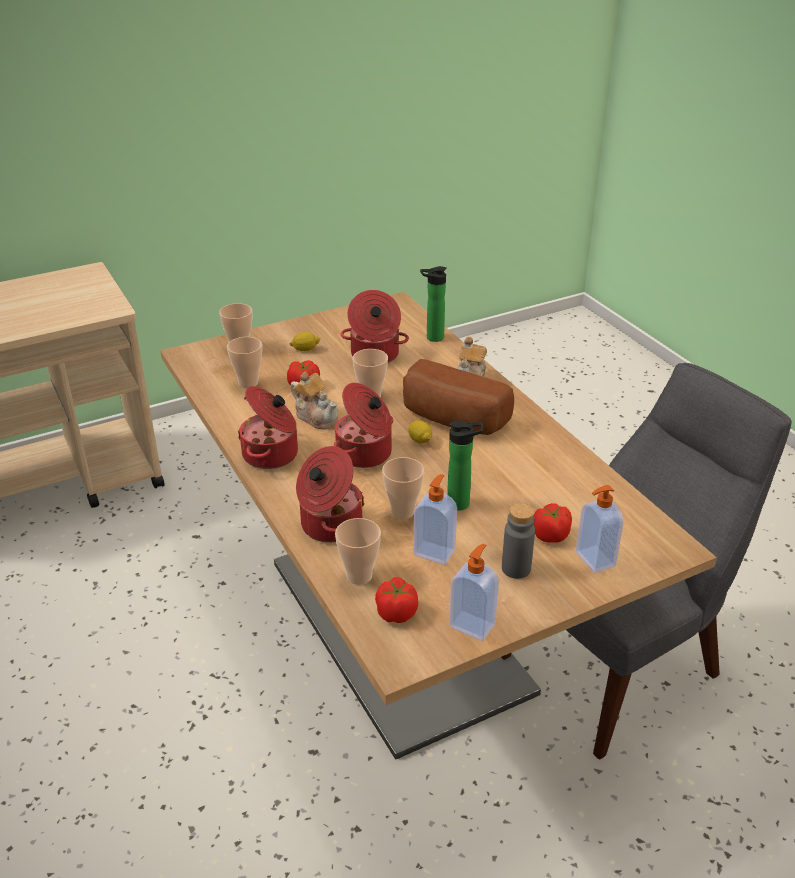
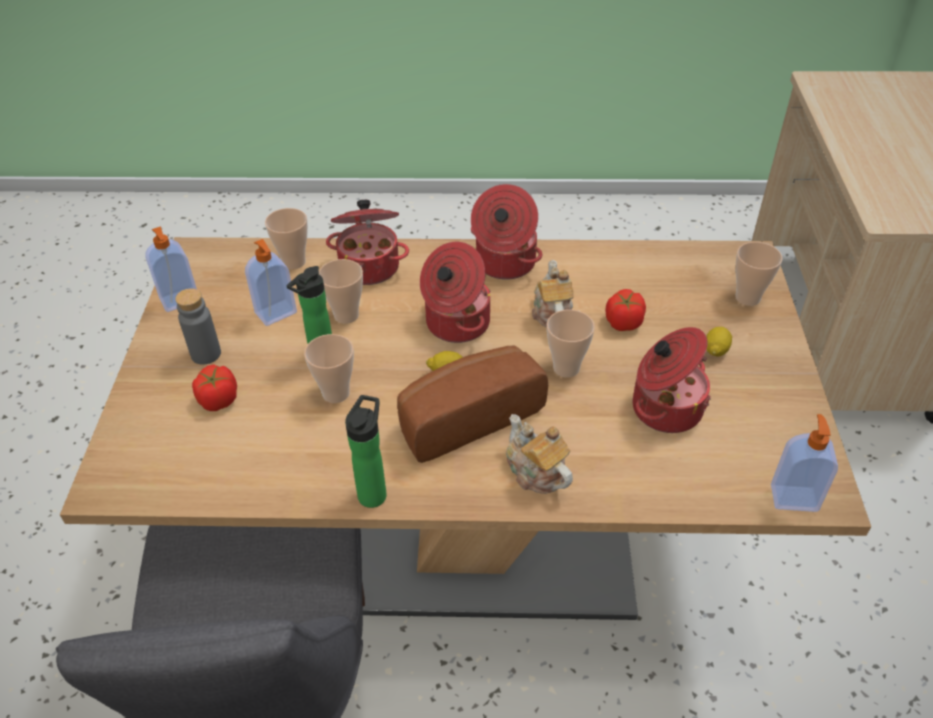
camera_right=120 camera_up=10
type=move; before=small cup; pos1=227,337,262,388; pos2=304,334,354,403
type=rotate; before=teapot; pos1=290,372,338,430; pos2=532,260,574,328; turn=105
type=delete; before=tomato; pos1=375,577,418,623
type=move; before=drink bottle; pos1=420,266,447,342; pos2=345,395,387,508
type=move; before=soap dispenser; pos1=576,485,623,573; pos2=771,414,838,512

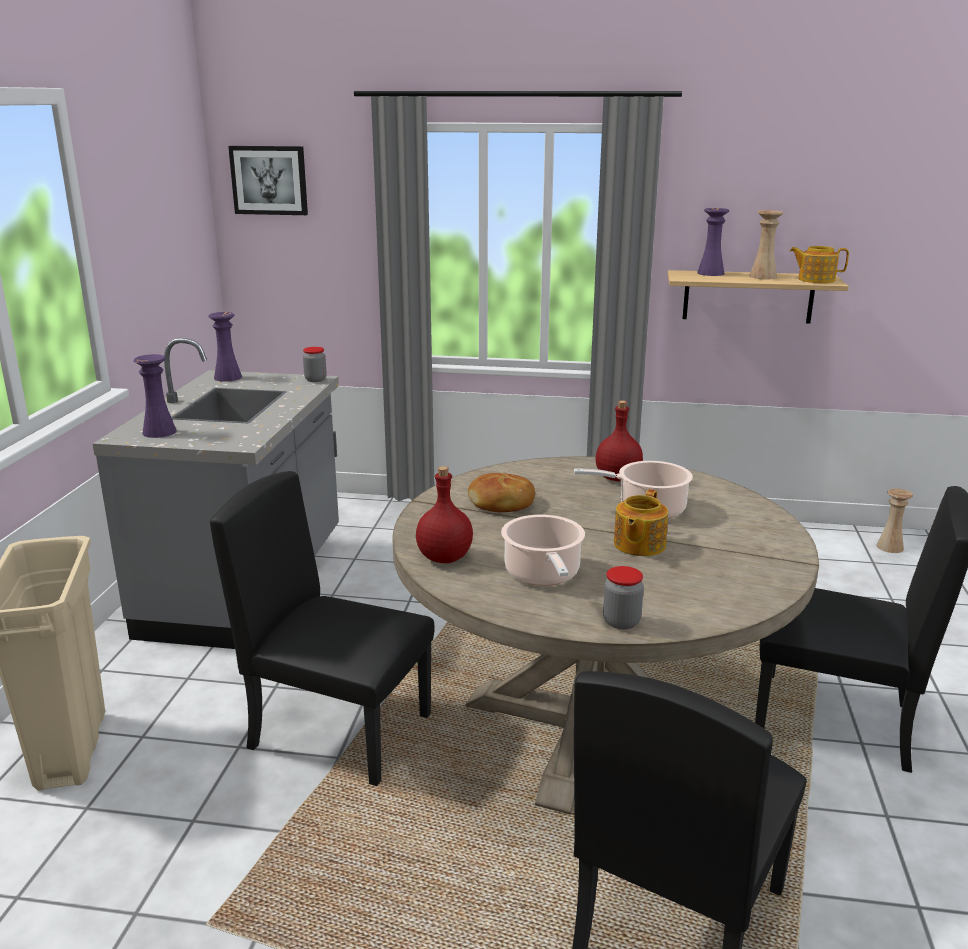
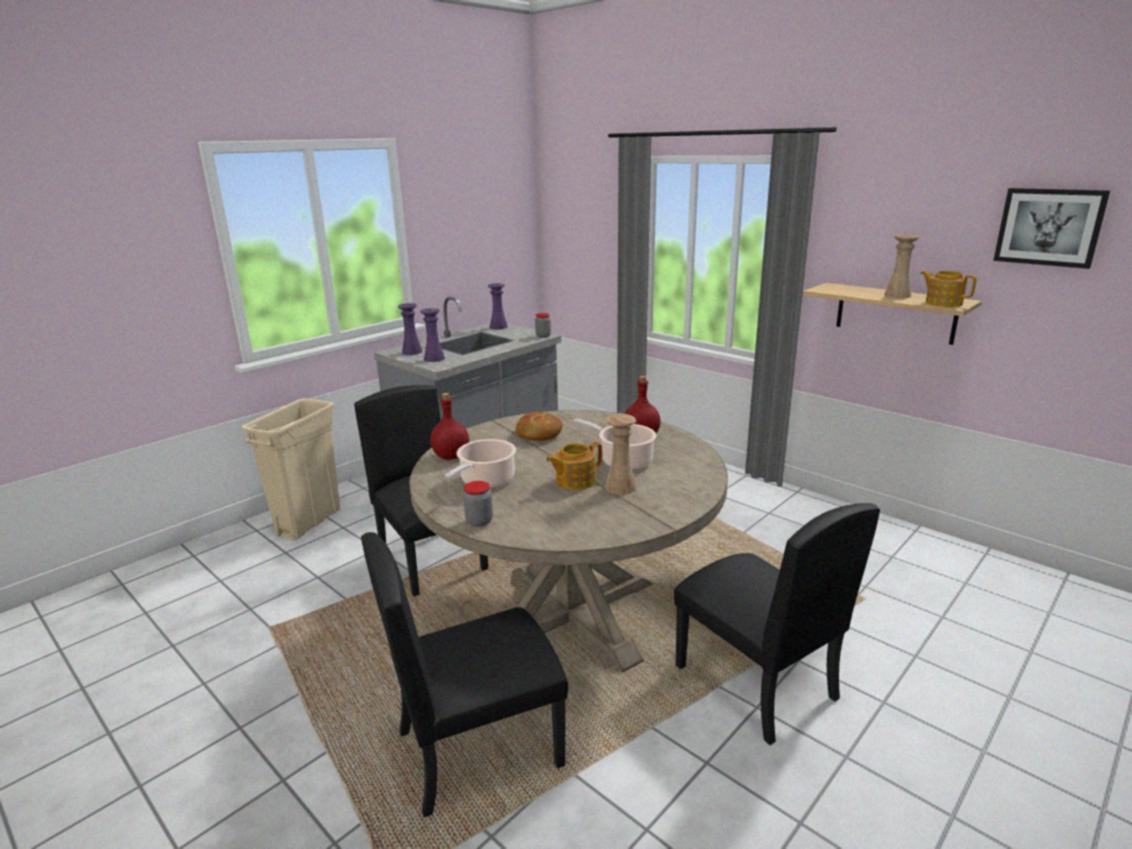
camera_right=35 camera_up=0
type=move; before=wall art; pos1=228,146,308,215; pos2=993,188,1110,269
type=move; before=purplish flower vase; pos1=697,208,729,276; pos2=420,308,445,362
type=move; before=sand-coloured flower vase; pos1=876,488,913,553; pos2=605,414,636,495

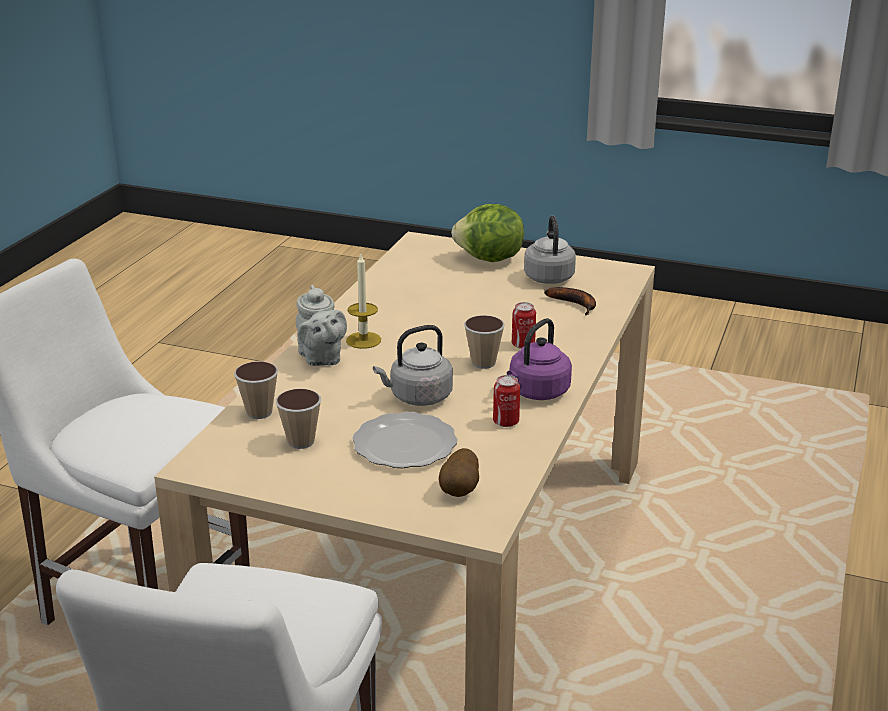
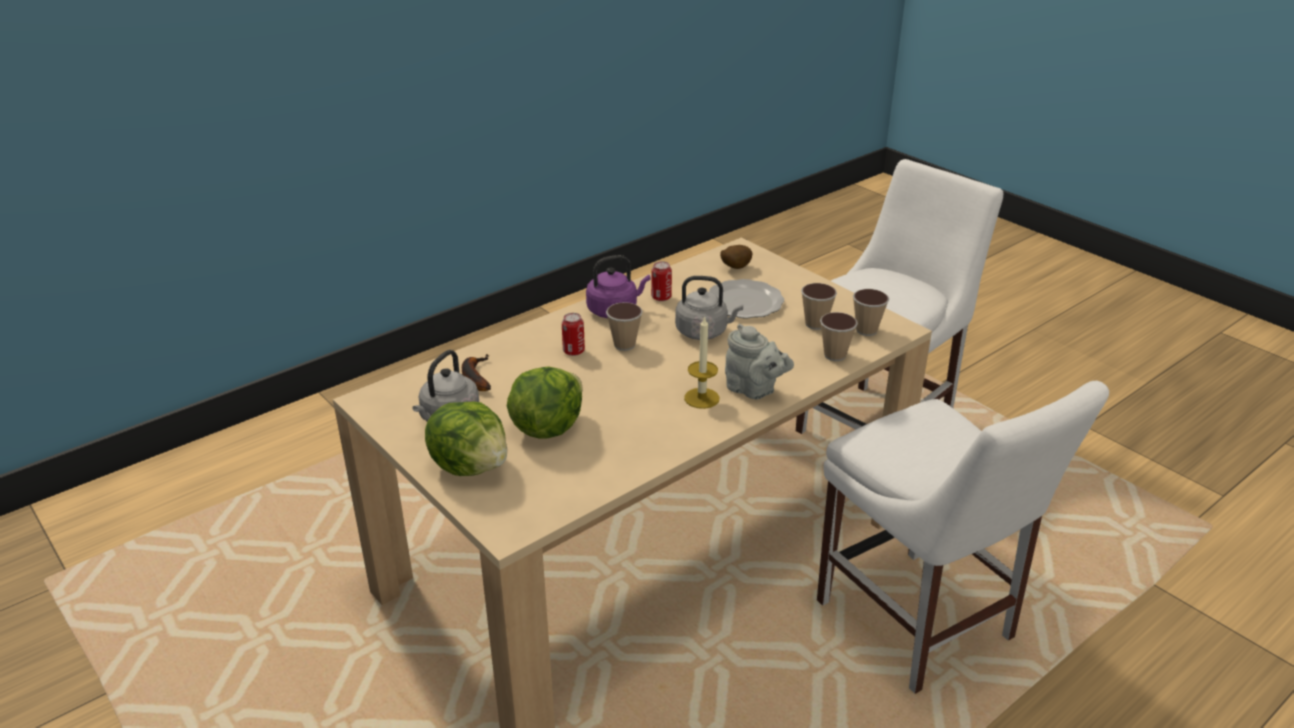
camera_right=-150 camera_up=5
type=rotate; before=grey teapot; pos1=296,285,347,366; pos2=725,324,794,399; turn=120
type=insert; after=lettuce; pos2=507,366,583,438
type=insert; after=small cup; pos2=853,289,889,336

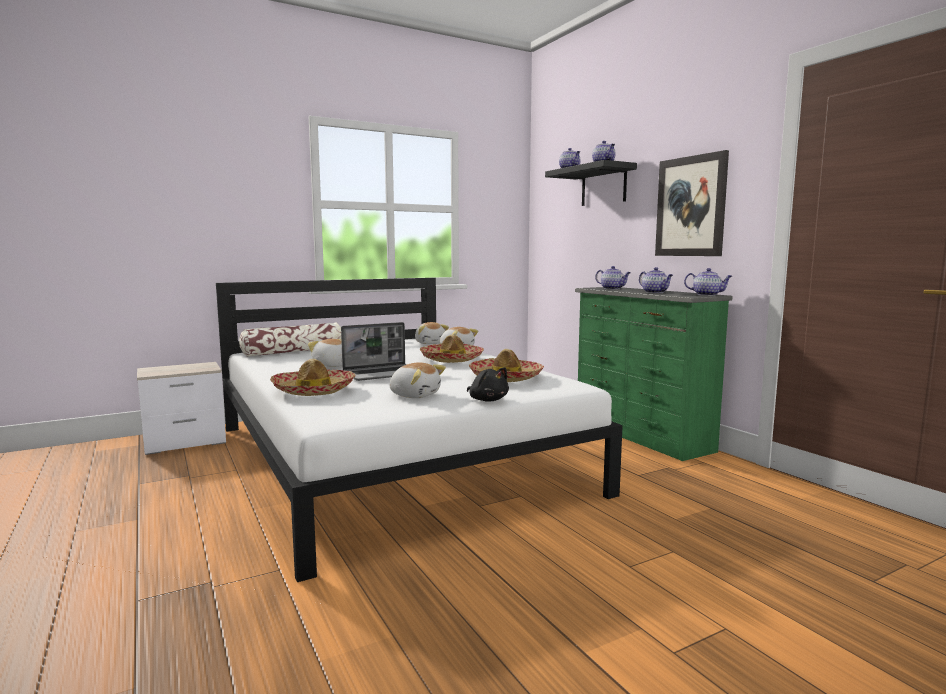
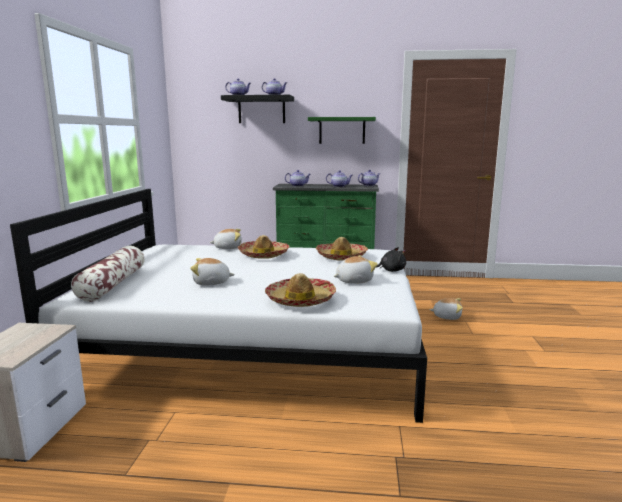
camera_right=-55 camera_up=5
type=delete; before=notebook computer; pos1=341,322,407,381
type=move; before=soft toy; pos1=415,322,449,344; pos2=429,298,463,320
type=replace; before=wall art; after=greenish bracket shelf; pos1=655,150,729,256; pos2=308,117,376,144

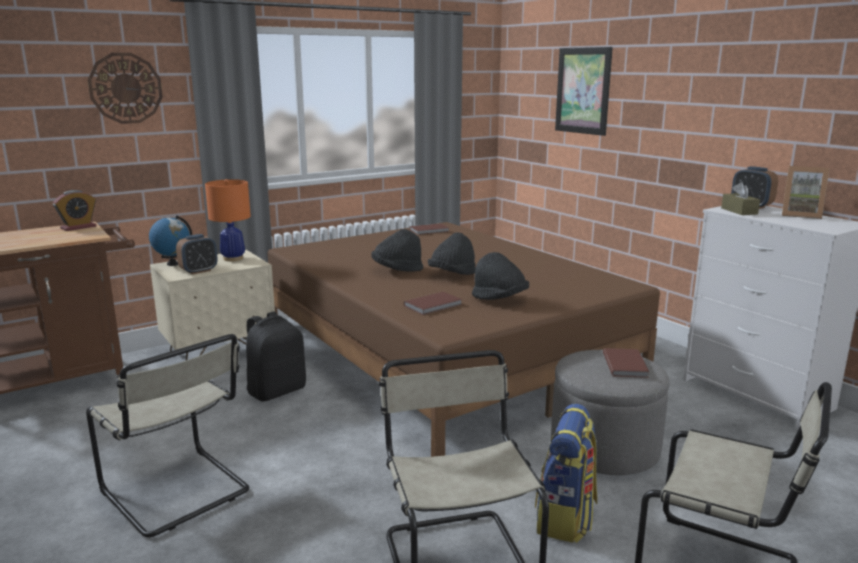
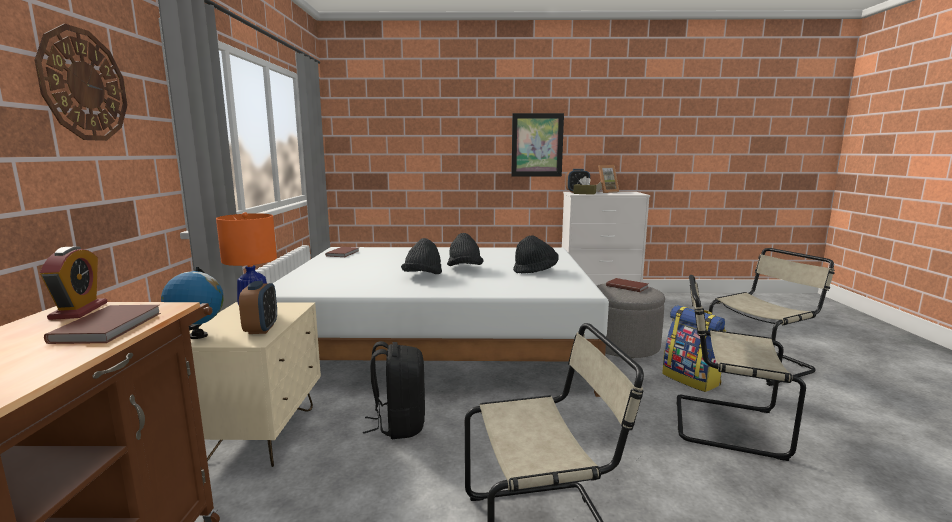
camera_right=-55 camera_up=-5
type=recolor; before=brown-coloured bed; after=whitish bed; pos1=268,222,660,457; pos2=272,247,609,397
type=move; before=brown-coloured volume; pos1=404,292,462,315; pos2=44,305,161,344
type=move; before=wall art; pos1=555,47,613,136; pos2=511,113,564,176

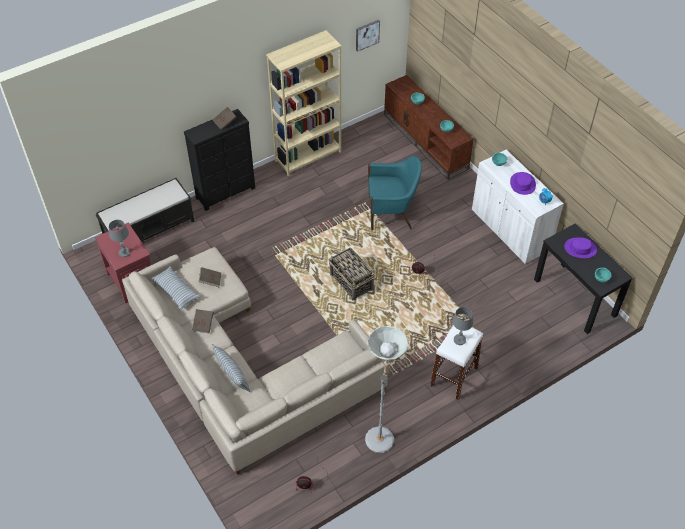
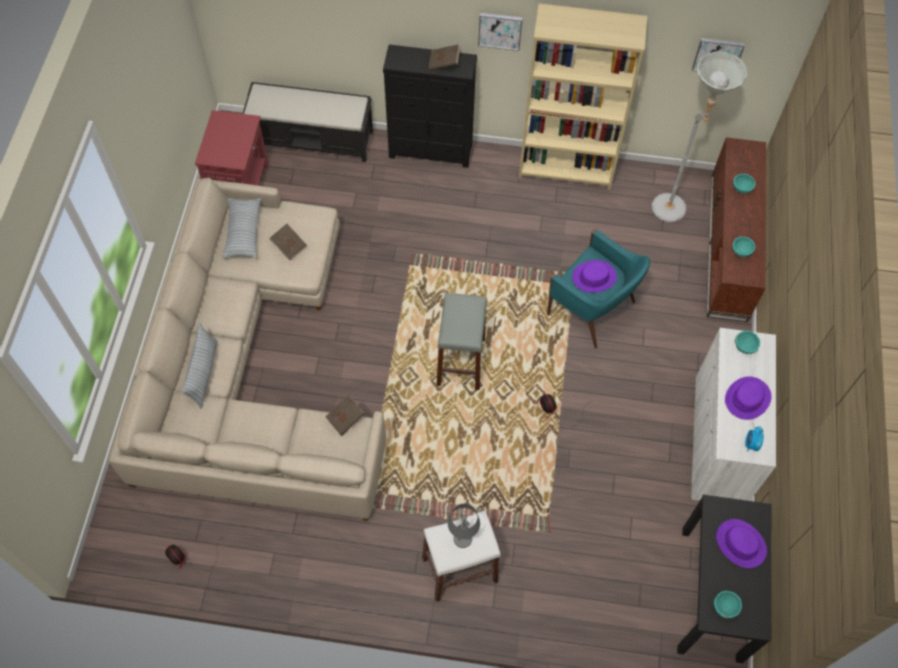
camera_right=40 camera_up=10
type=delete; before=grey table lamp; pos1=109,220,130,257
type=move; before=brown-coloured volume; pos1=192,309,214,333; pos2=326,395,365,436
type=replace; before=storage basket; after=grey sitting stool; pos1=329,248,375,301; pos2=436,293,487,390
type=move; before=grey standing lamp; pos1=365,326,408,453; pos2=651,51,747,222
type=insert; after=wall art; pos2=478,13,522,51
type=insert; after=purplish wearable hat; pos2=572,260,617,293

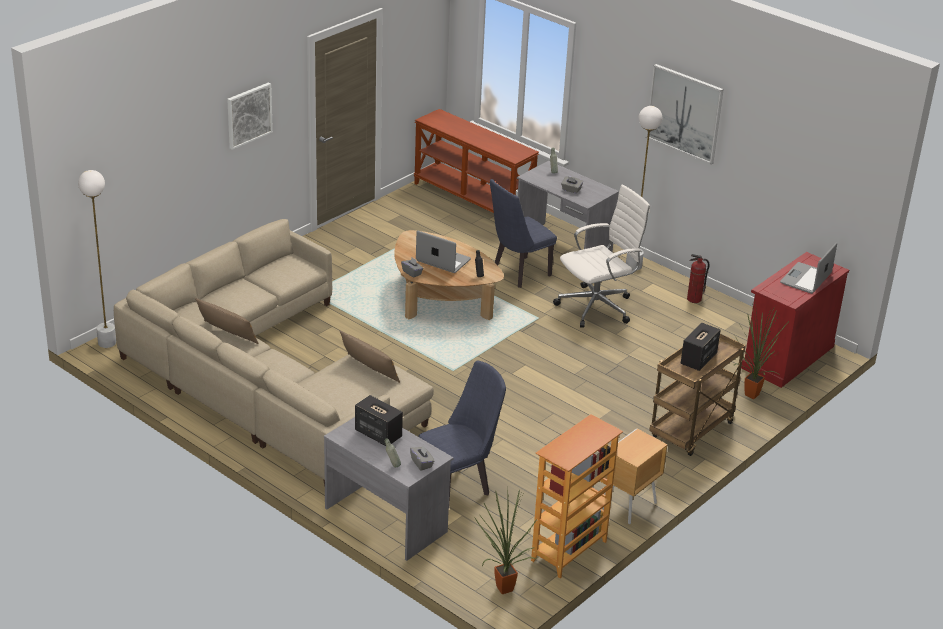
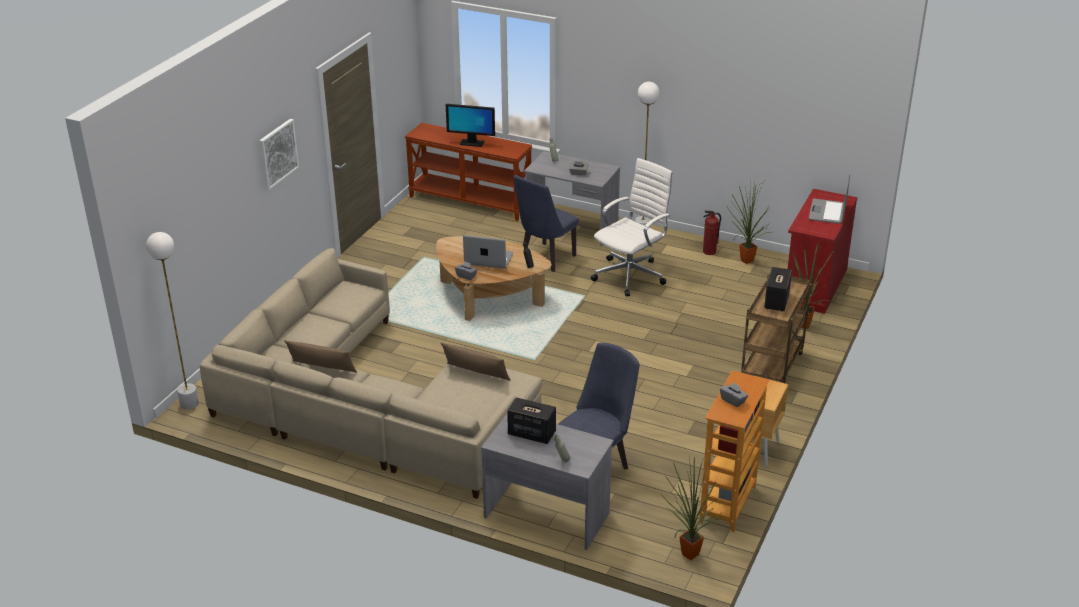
camera_right=-15 camera_up=0
type=move; before=grey tissue holder; pos1=410,446,435,471; pos2=720,382,748,407
type=delete; before=wall art; pos1=645,64,724,164
type=insert; after=computer display; pos2=446,104,495,147
type=insert; after=potted plant; pos2=727,182,772,264

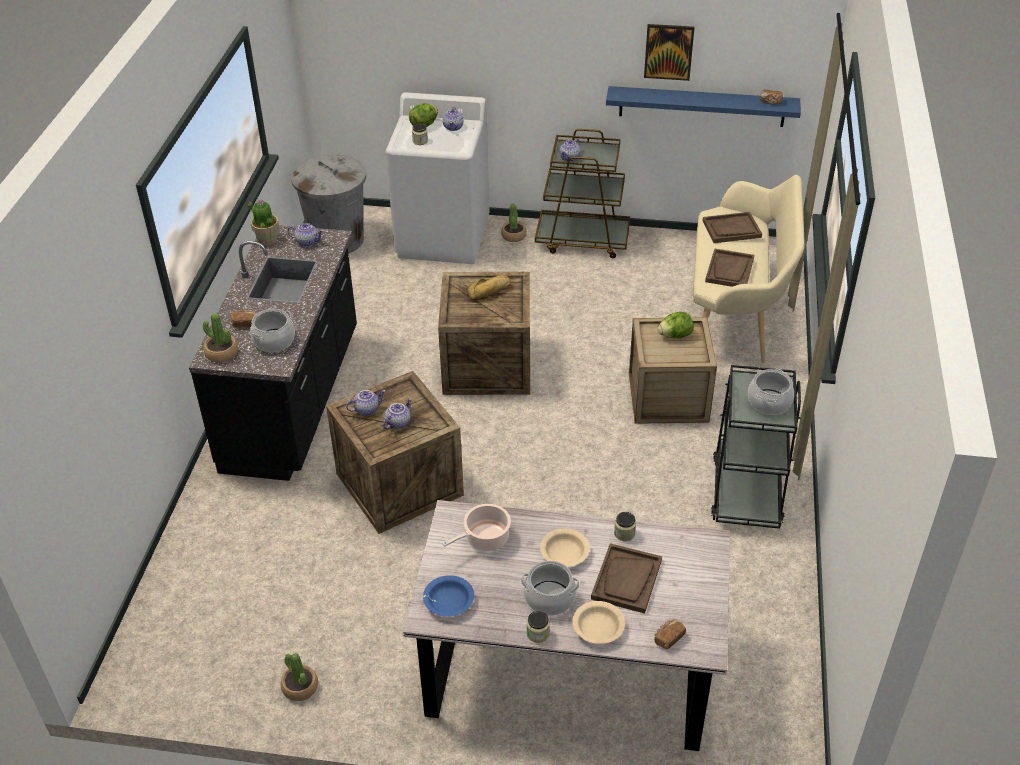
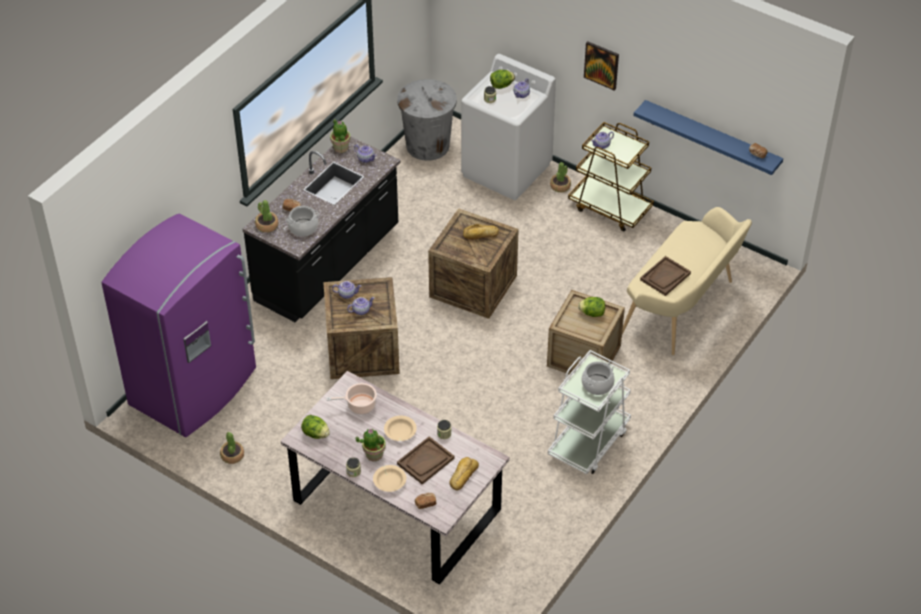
camera_right=25 camera_up=5
type=replace; before=bluish deep dish; after=lettuce; pos1=423,575,474,617; pos2=301,415,330,439
type=replace; before=stockpot; after=potted plant; pos1=521,561,580,616; pos2=355,428,386,461
type=move; before=wall art; pos1=644,24,695,81; pos2=584,41,619,91
type=delete; before=brown-coloured tray; pos1=702,212,762,243
type=recolor; before=black-coloured wheeled cart; after=whitish wheeled cart; pos1=711,365,801,529; pos2=548,350,631,474
type=insert; after=purplish kitchen fridge; pos2=101,213,256,437
type=insert; after=bakery bread; pos2=449,457,479,490

